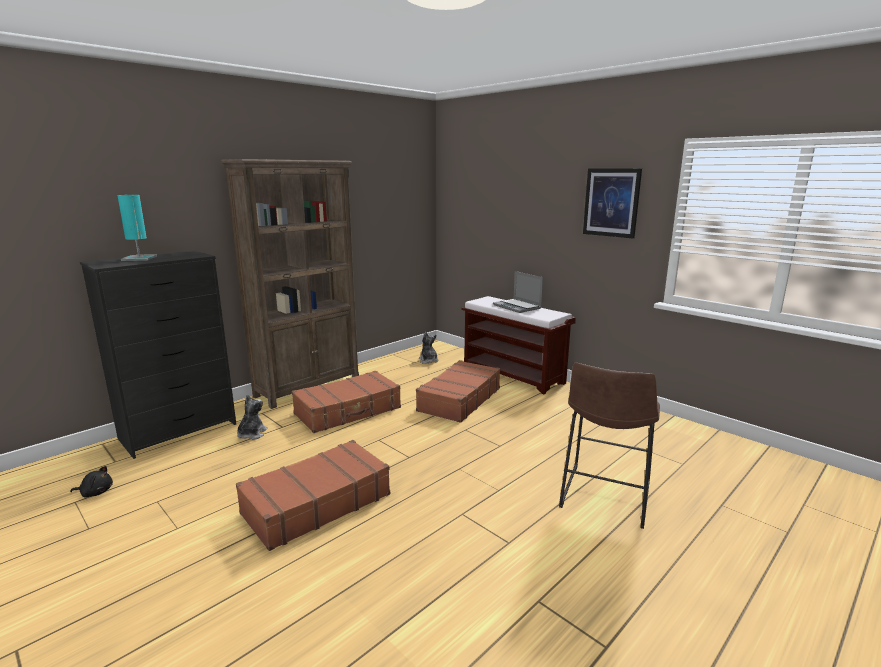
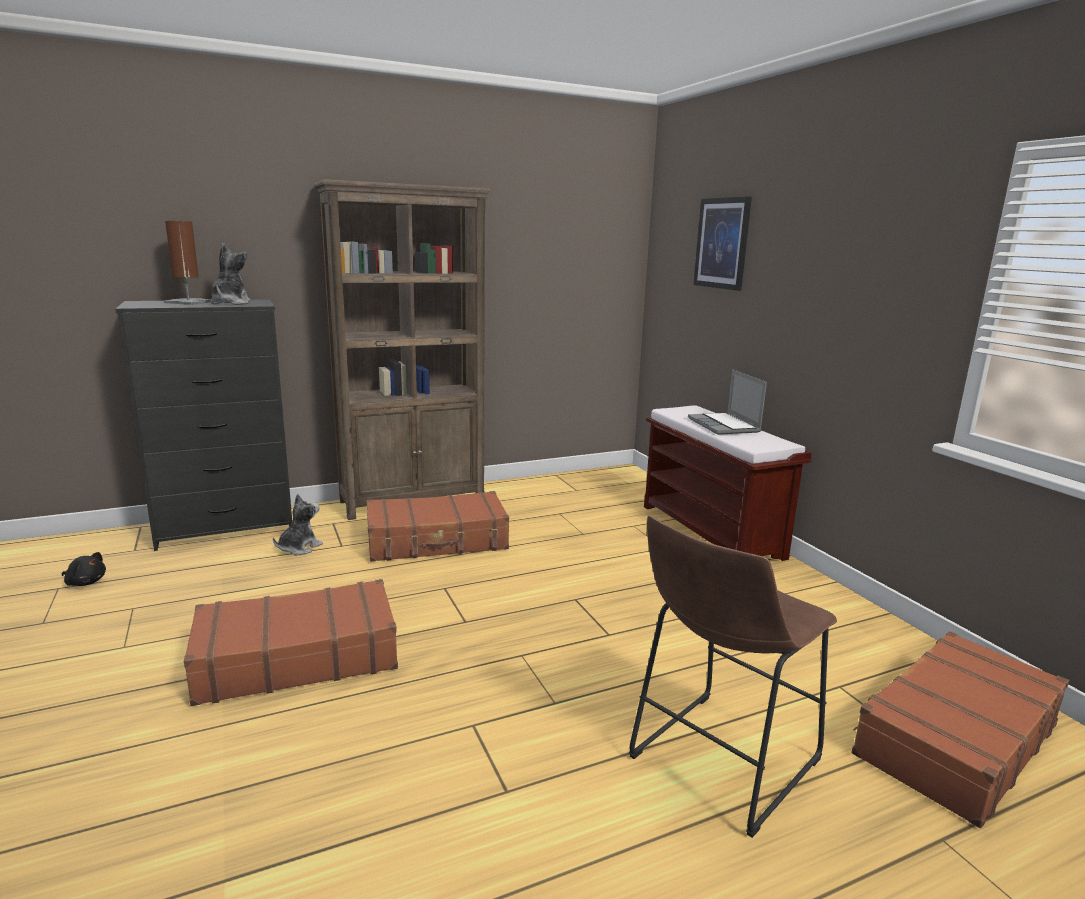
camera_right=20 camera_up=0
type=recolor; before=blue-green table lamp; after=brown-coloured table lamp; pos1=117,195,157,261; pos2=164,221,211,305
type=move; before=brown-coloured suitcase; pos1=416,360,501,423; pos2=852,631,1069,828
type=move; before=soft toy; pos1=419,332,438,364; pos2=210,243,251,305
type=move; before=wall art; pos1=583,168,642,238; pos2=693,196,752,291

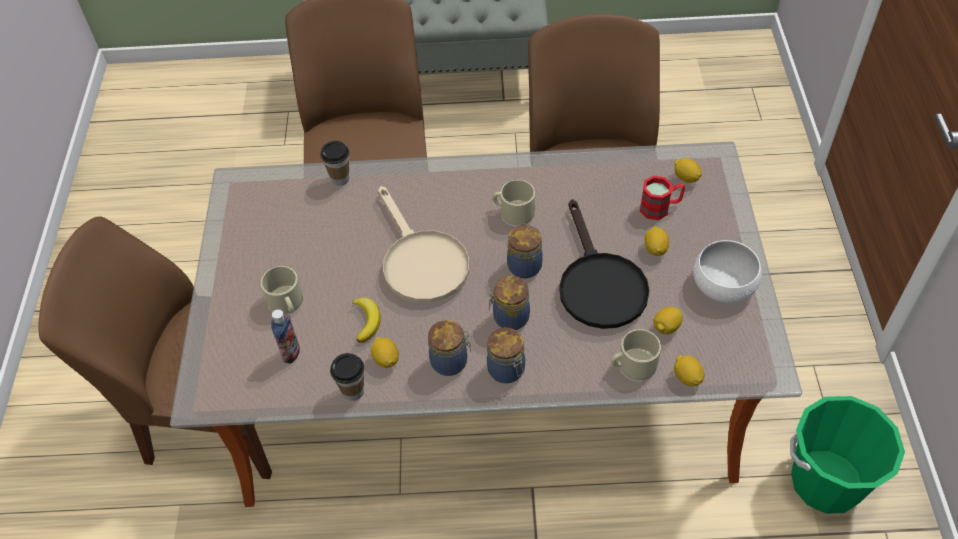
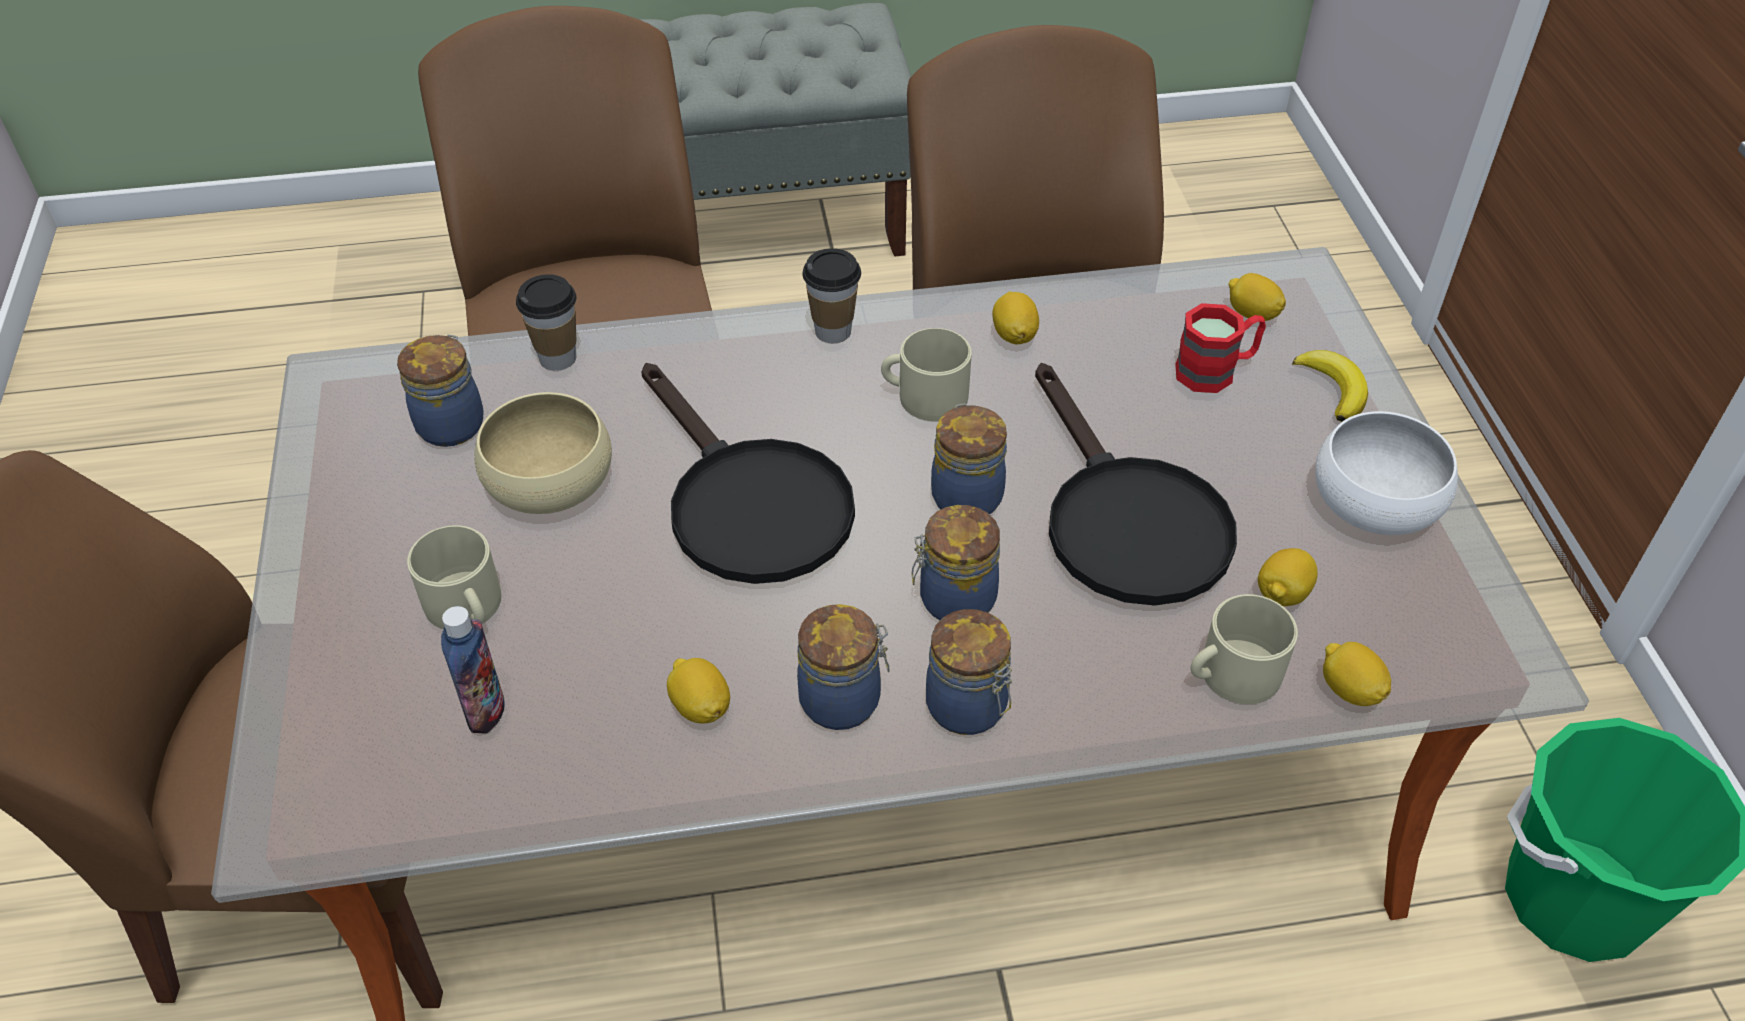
camera_right=-10 camera_up=-5
type=move; before=small cup; pos1=330,353,364,401; pos2=802,248,861,343
type=move; before=whole banana; pos1=352,297,381,343; pos2=1292,350,1368,422
type=recolor; before=sand-coloured skillet; after=black-coloured skillet; pos1=378,186,470,303; pos2=641,363,855,584
type=move; before=whole lemon; pos1=645,226,669,256; pos2=992,291,1039,345
type=insert; after=storage jar; pos2=397,335,484,447
type=insert; after=sand-coloured deep dish; pos2=474,392,612,514

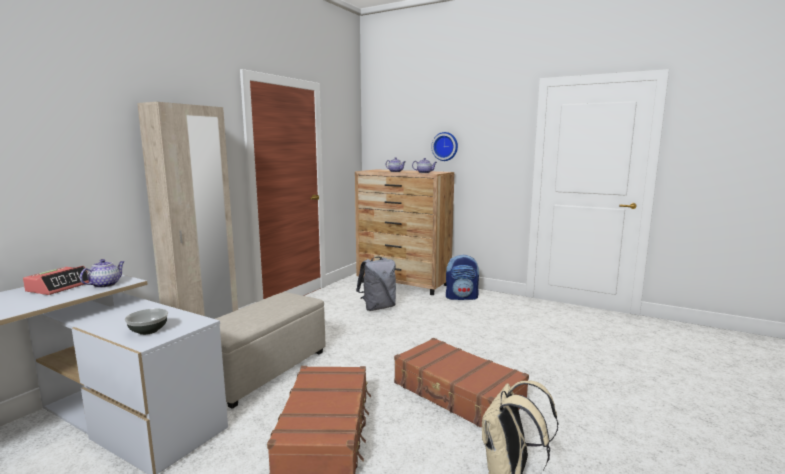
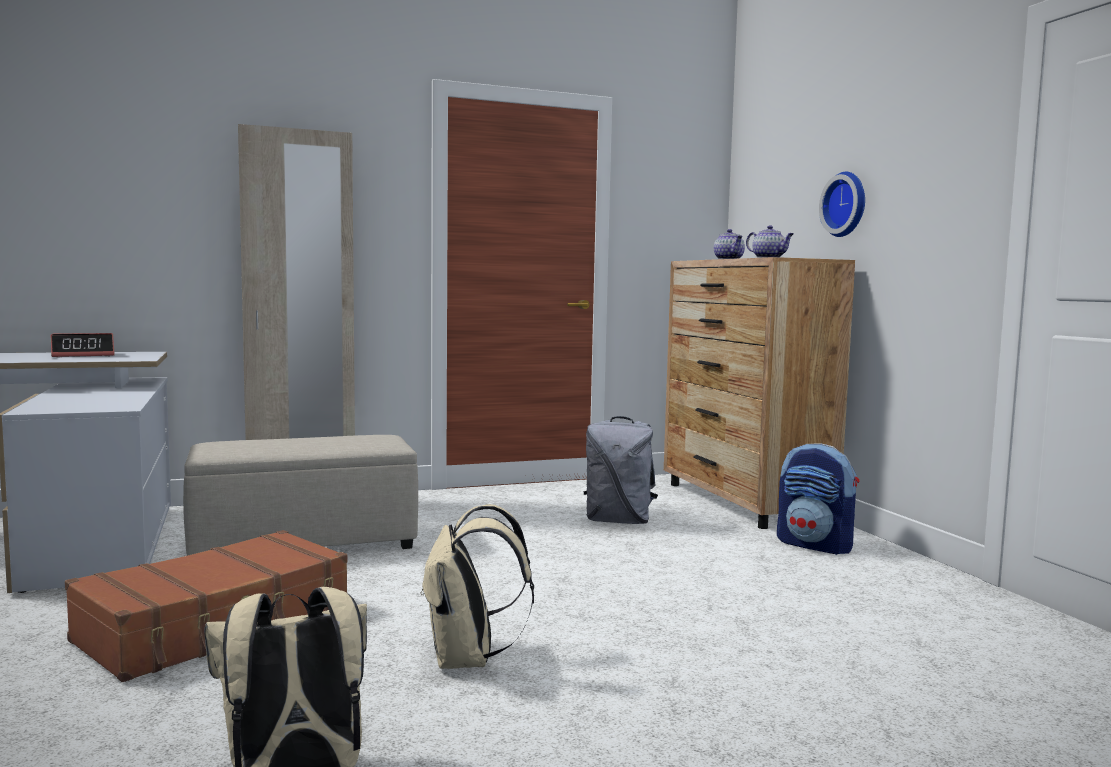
camera_right=40 camera_up=-5
type=delete; before=teapot; pos1=80,259,125,288
type=delete; before=deep dish; pos1=125,308,168,335
type=replace; before=brown-coloured suitcase; after=sand-coloured rucksack; pos1=394,338,529,428; pos2=420,504,534,669

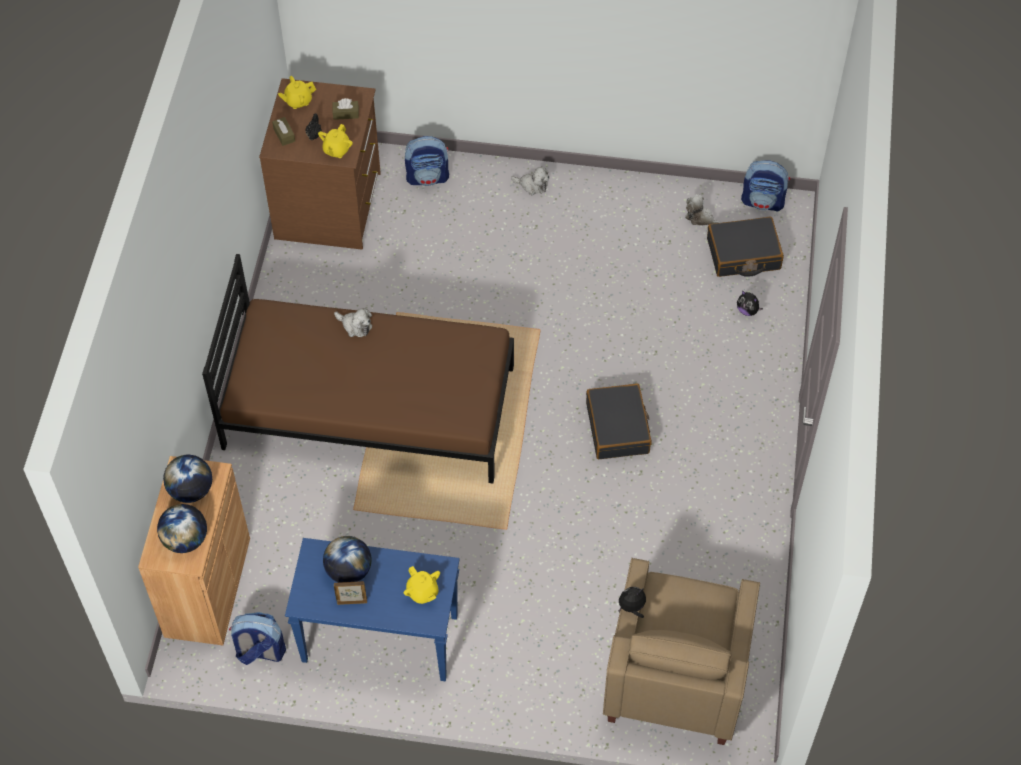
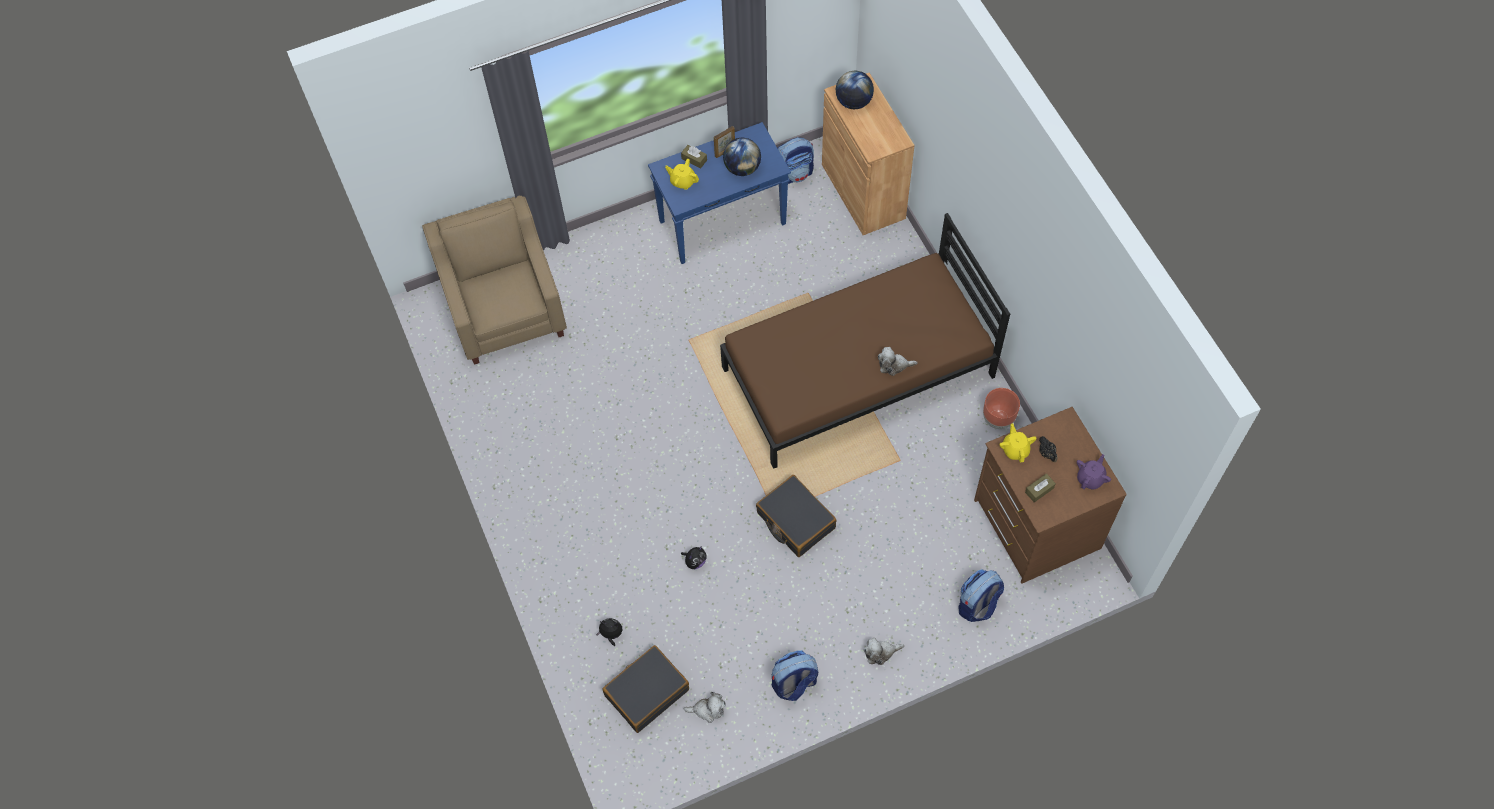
camera_right=150 camera_up=5
type=delete; before=globe; pos1=163,455,212,503
type=move; before=brown-coloured tissue holder; pos1=272,117,295,146; pos2=681,145,707,169
type=recolor; before=yellow-coloured teapot; after=purplish teapot; pos1=278,76,316,109; pos2=1077,454,1111,489
type=move; before=black-coloured suitcase; pos1=586,383,652,459; pos2=756,475,837,557
type=move; before=soft toy; pos1=619,587,646,618; pos2=681,546,707,569
type=move; before=rucksack; pos1=741,161,790,211; pos2=772,650,818,701
type=insert; after=brown-coloured flower pot; pos2=983,388,1020,429

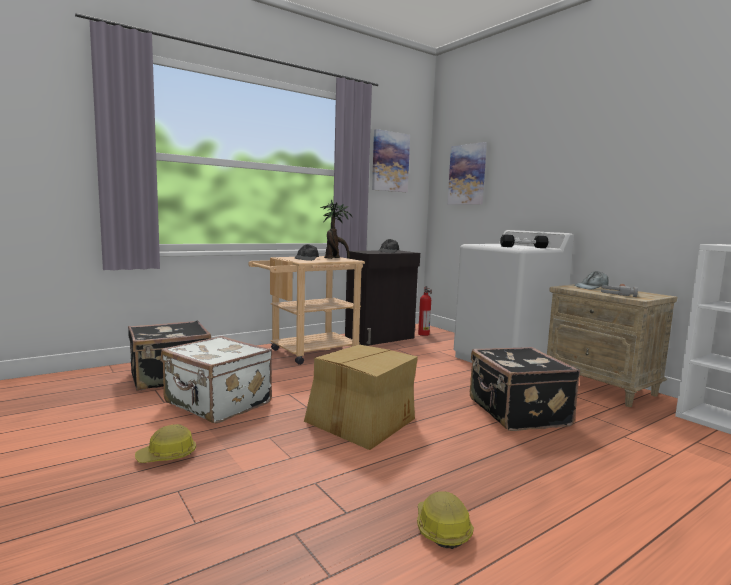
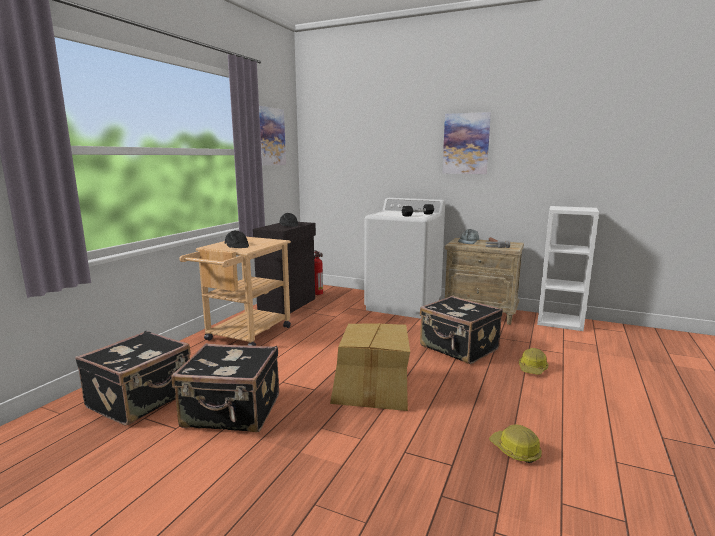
camera_right=-30 camera_up=5
type=move; before=work helmet; pos1=135,424,196,463; pos2=519,348,549,375
type=recolor; before=whitish suitcase; after=black-coloured suitcase; pos1=161,336,272,423; pos2=172,343,279,432
type=delete; before=potted plant; pos1=321,199,352,259
type=move; before=wall art; pos1=448,142,487,205; pos2=442,112,491,174

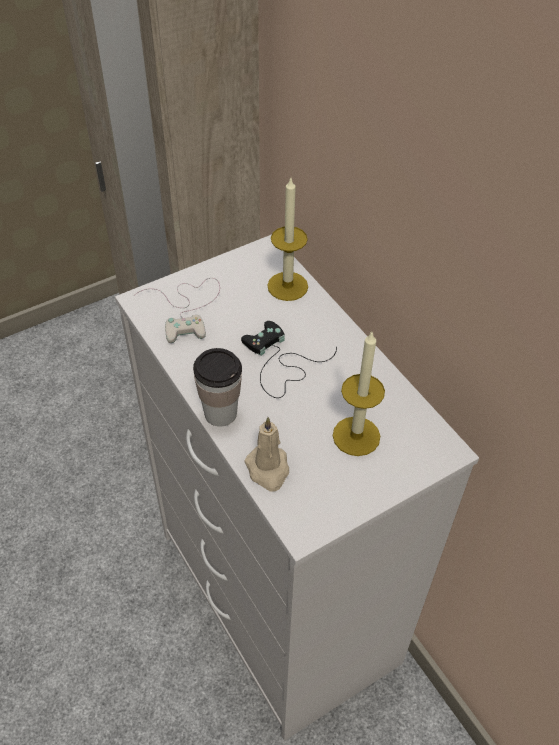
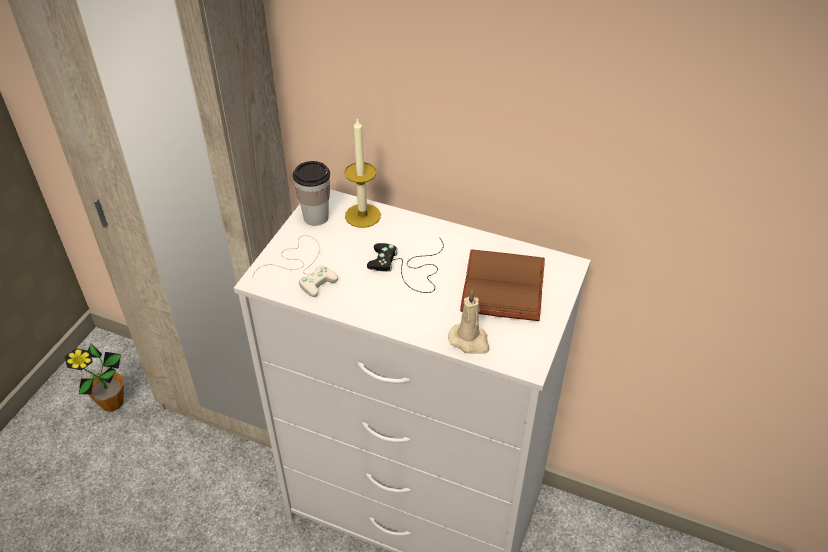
camera_right=-35 camera_up=-5
type=move; before=small cup; pos1=193,348,242,426; pos2=293,161,330,226
type=replace; before=wax light; after=brown-coloured volume; pos1=333,332,385,456; pos2=460,249,545,321
type=insert; after=potted plant; pos2=64,344,124,412

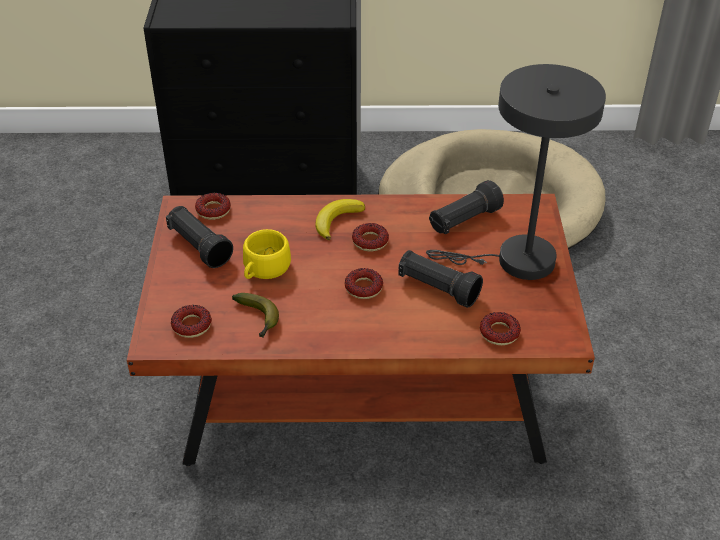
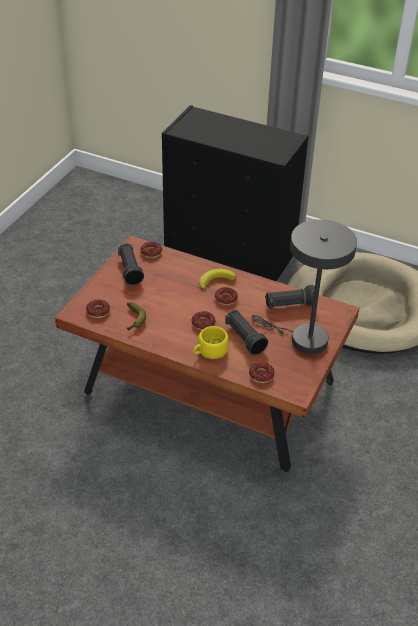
camera_right=25 camera_up=0
type=move; before=yellow-coloured small cup; pos1=243,229,291,279; pos2=193,326,229,359

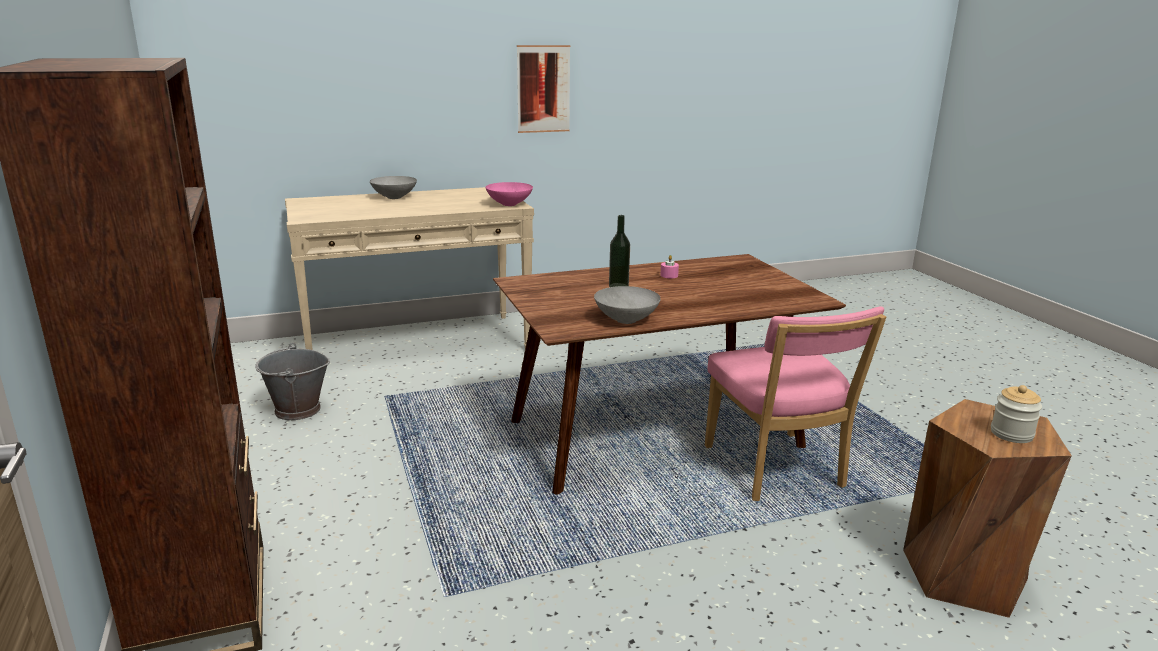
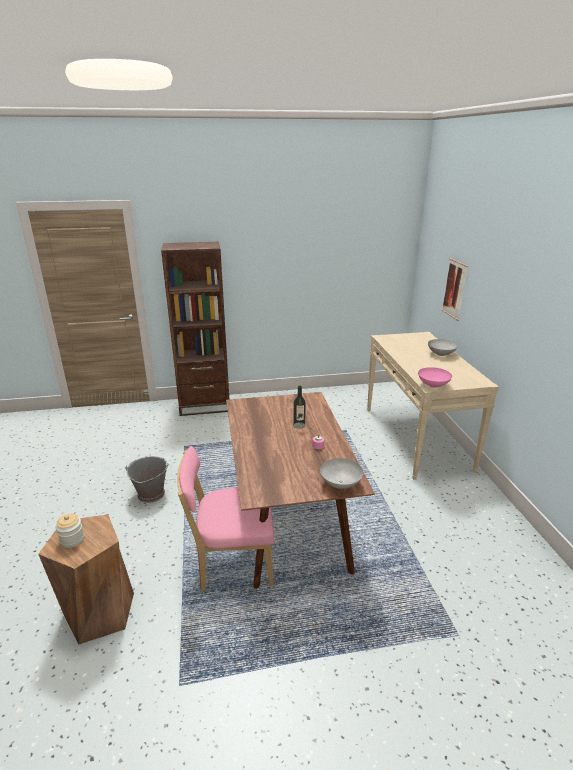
camera_right=100 camera_up=5
type=move; before=grey water bucket; pos1=255,343,330,420; pos2=125,456,169,503
type=move; before=wall art; pos1=517,45,570,133; pos2=442,258,468,321
type=move; before=grey deep dish; pos1=594,286,661,324; pos2=320,458,364,489

